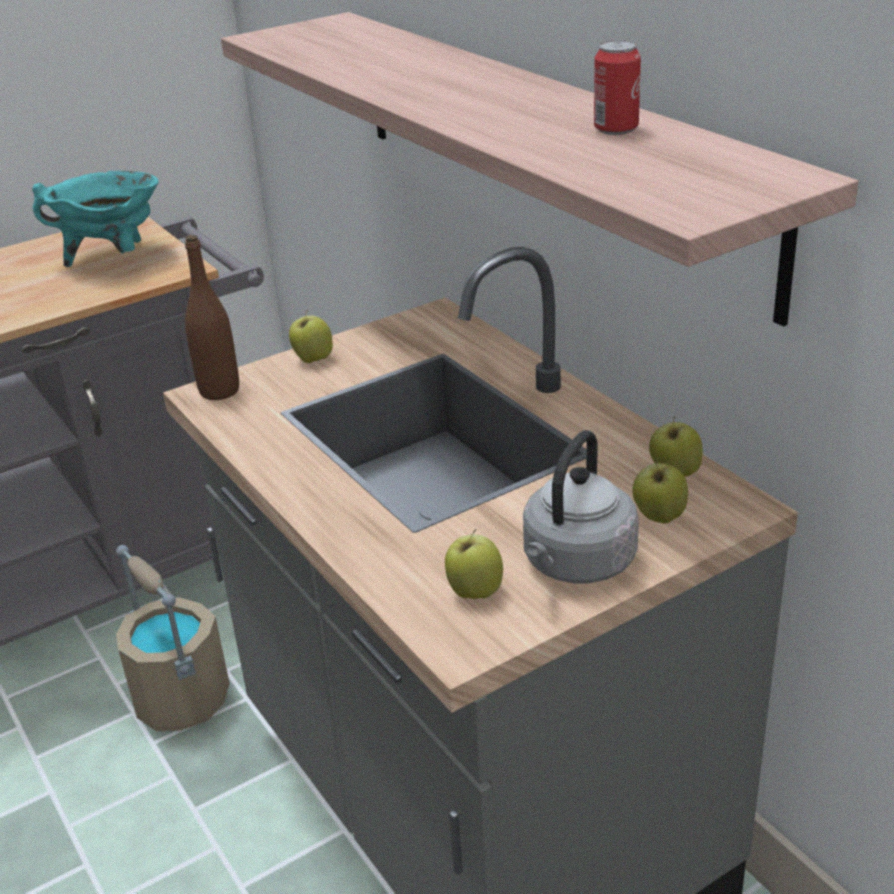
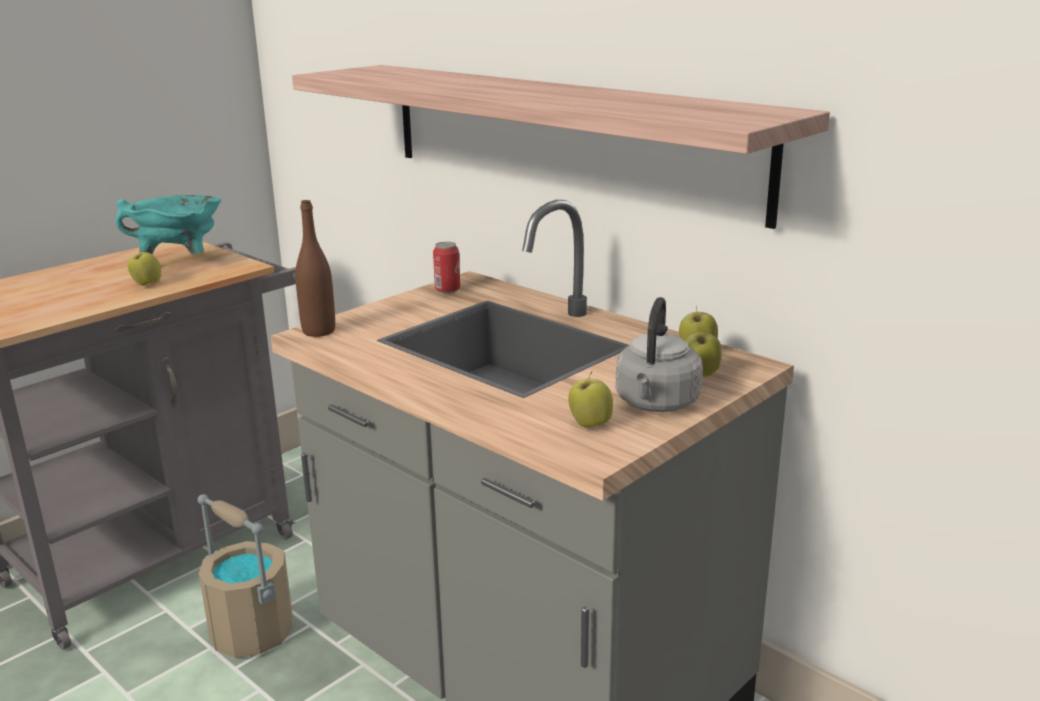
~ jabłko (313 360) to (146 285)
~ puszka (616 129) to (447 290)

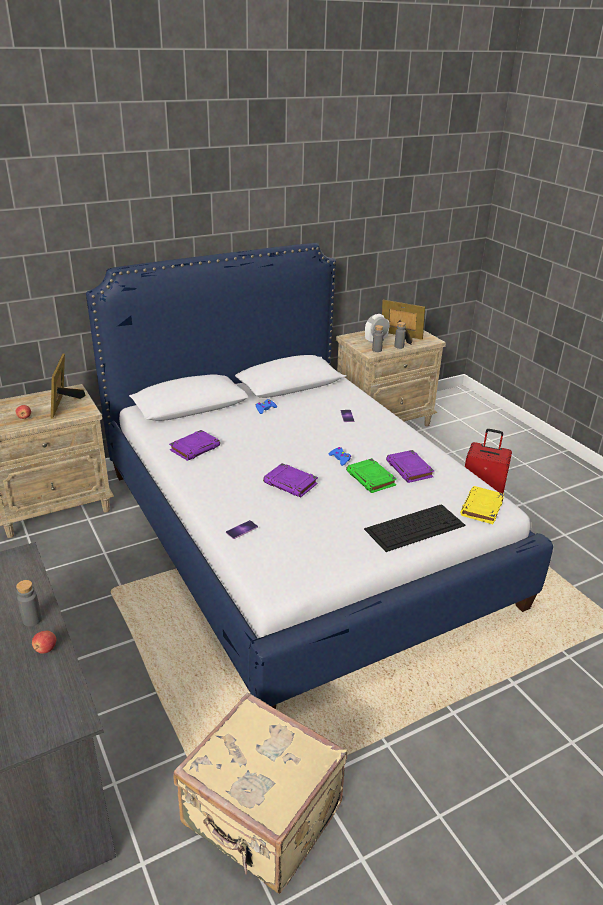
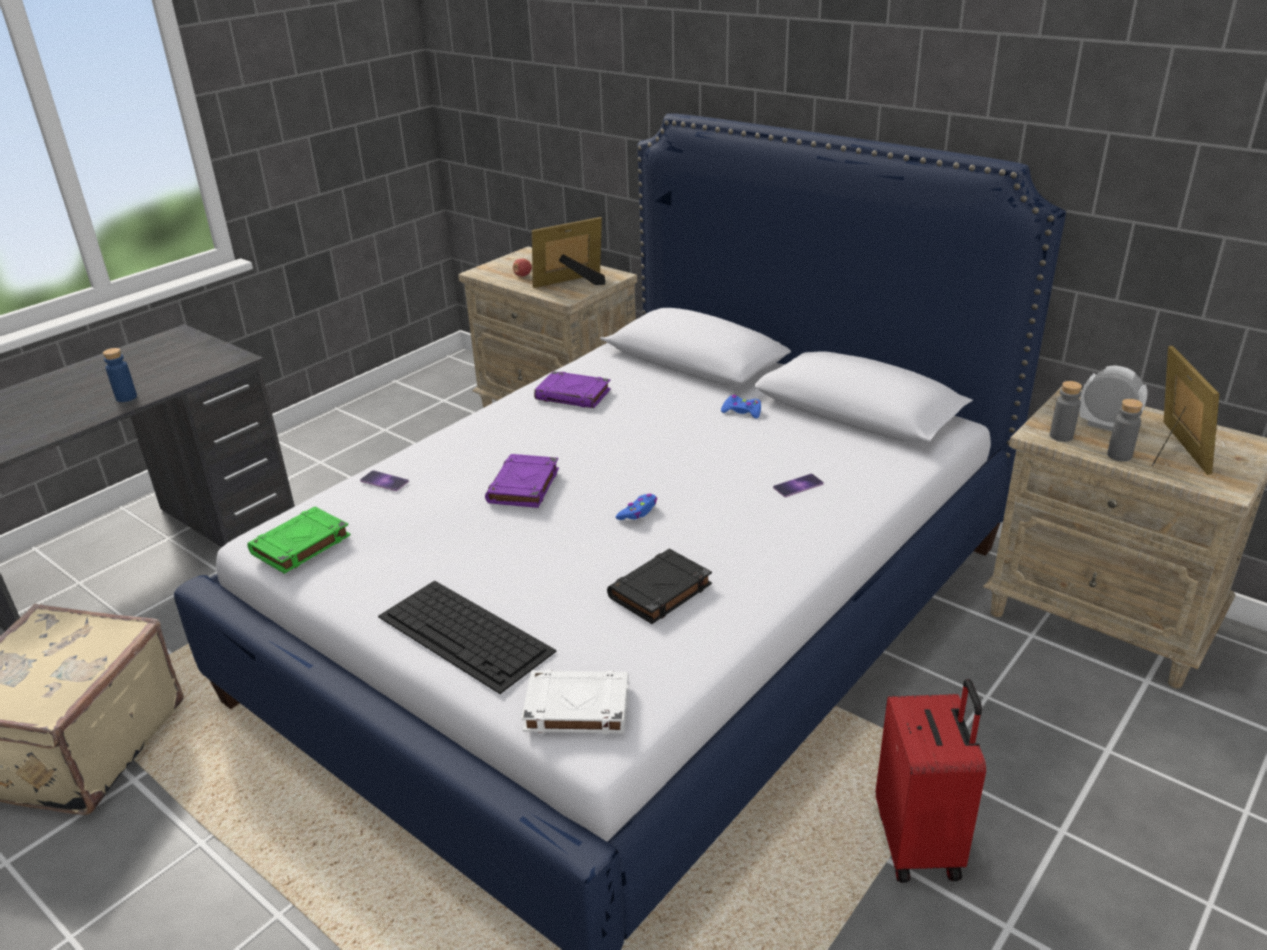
~ butelka/szary (32 620) to butelka/niebieski (126 397)
- jabłko (45 649)
~ książka/zielony (371 479) to (300 545)
~ książka/fioletowy (410 469) to książka/czarny (659 592)
~ książka/żółty (482 508) to książka/biały (575 707)

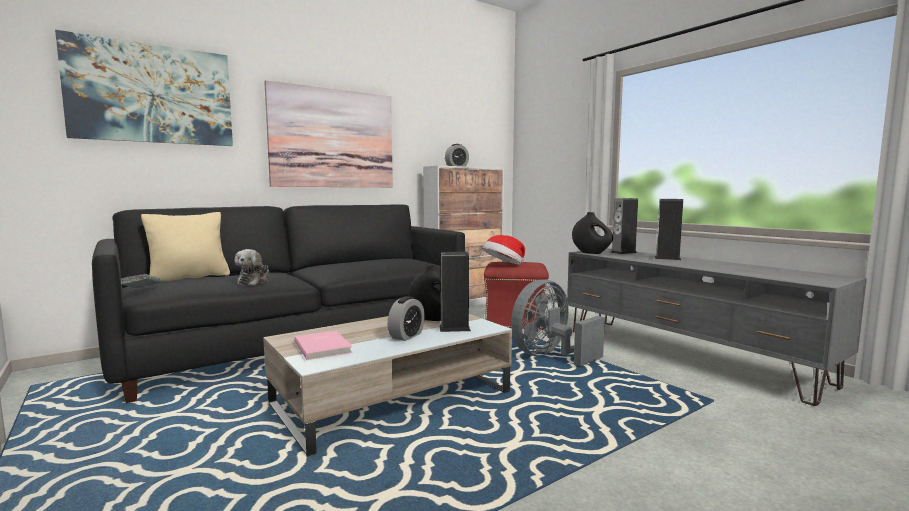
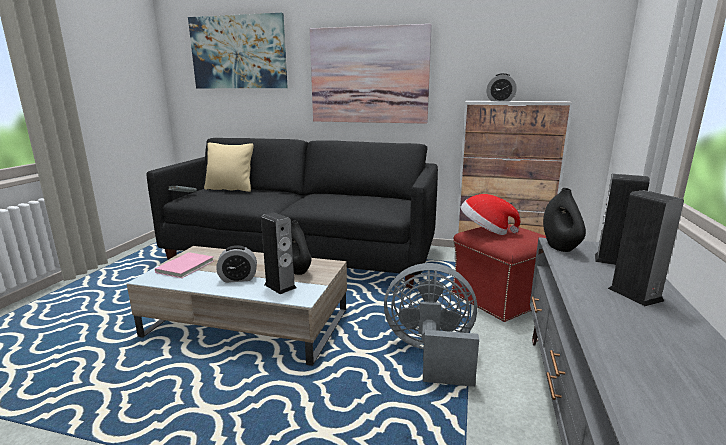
- pluszak (254 281)

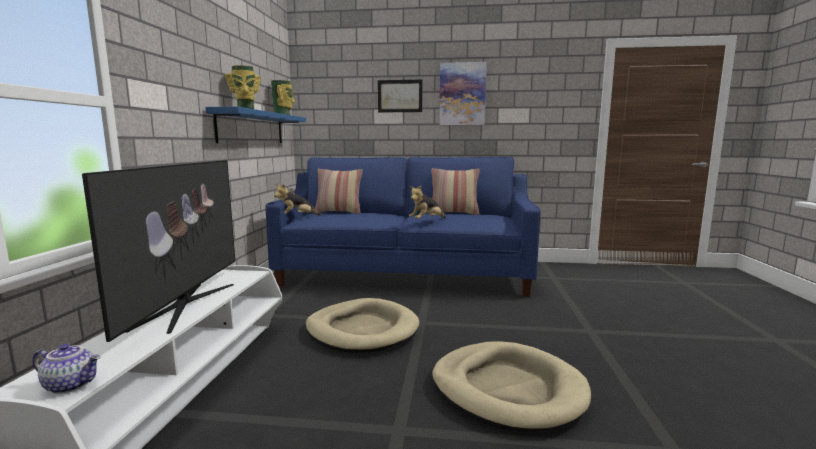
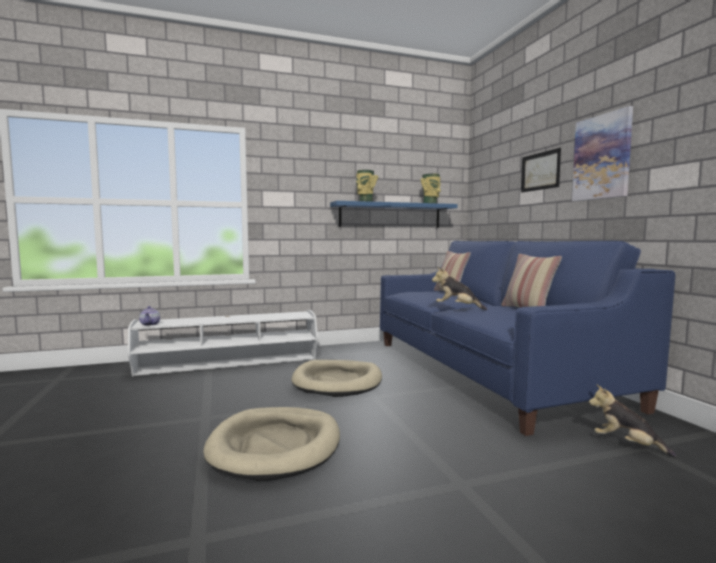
- telewizor (185 305)
~ pluszak (297 217) to (626 444)

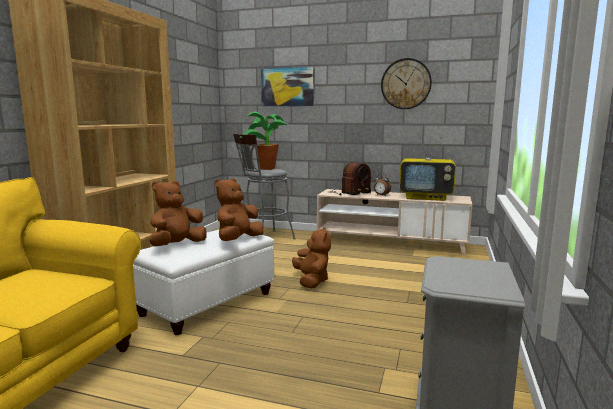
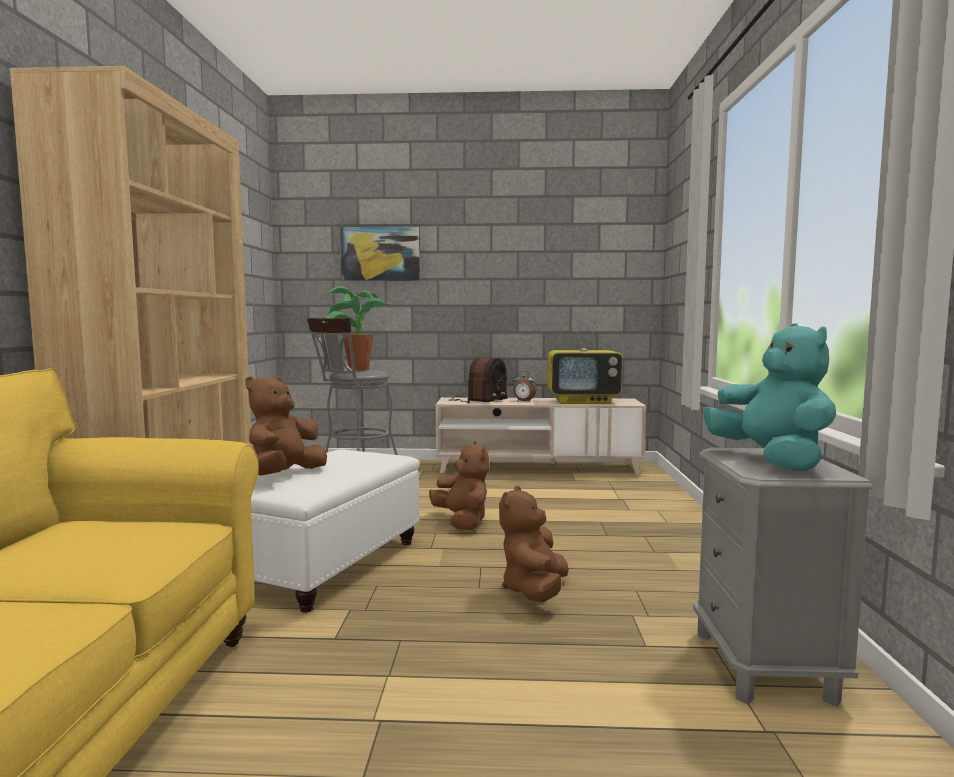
~ pluszak/brązowy (238 240) to (534 591)
- zegar ścienny (406 84)
+ pluszak/turkusowy (771 461)

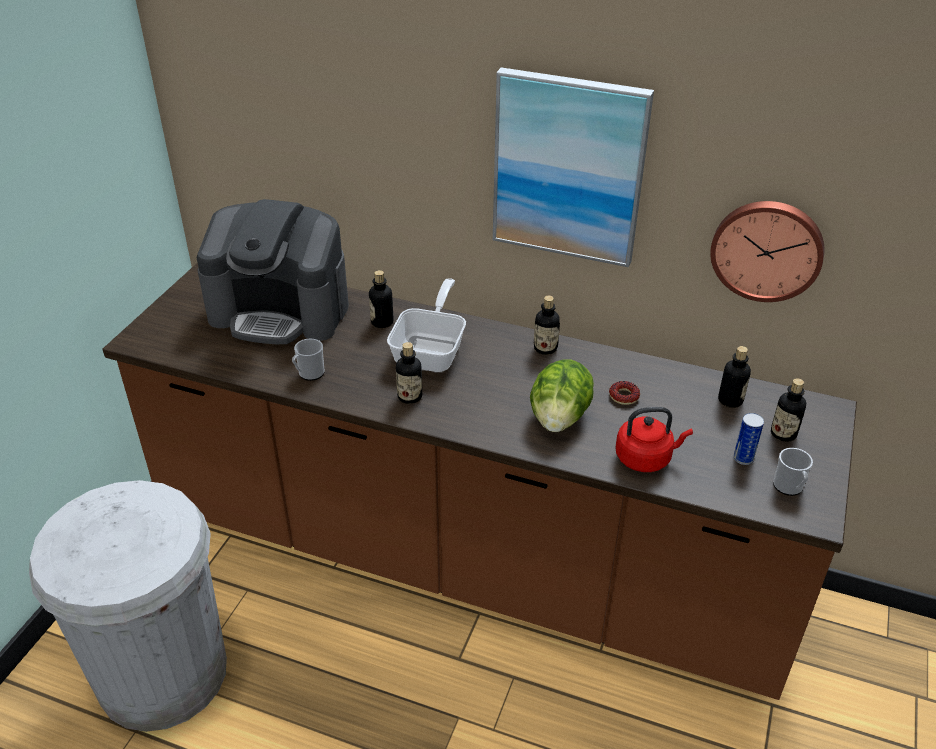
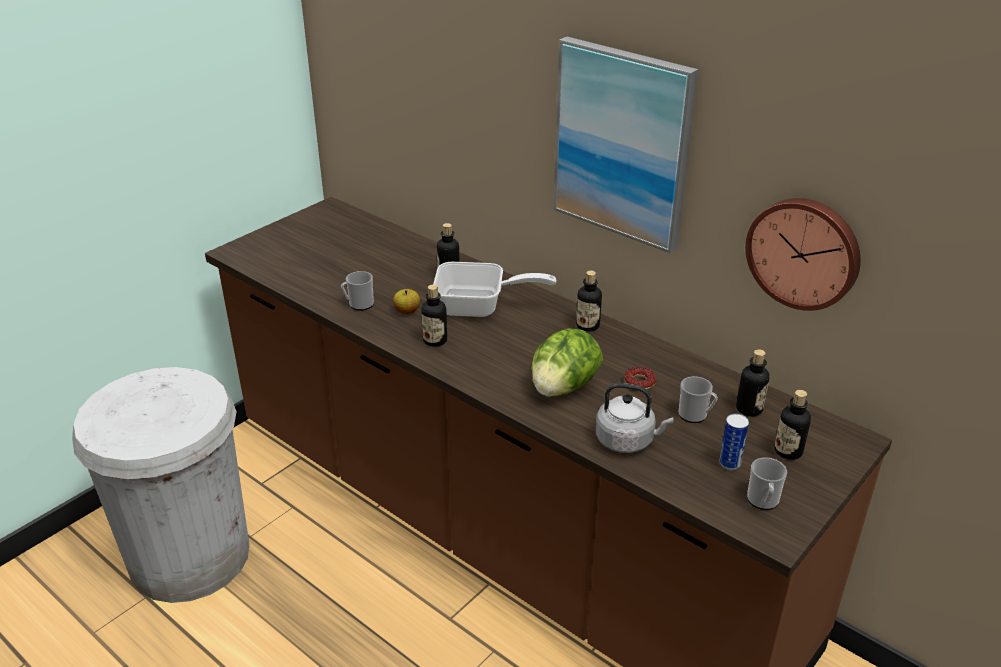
- ekspres do kawy (280 311)
~ patelnia (432 350) = (479 307) 60 degrees clockwise
~ czajnik/czerwony (646 458) to czajnik/szary (627 441)
+ jabłko (407 311)
+ kubek (695 415)

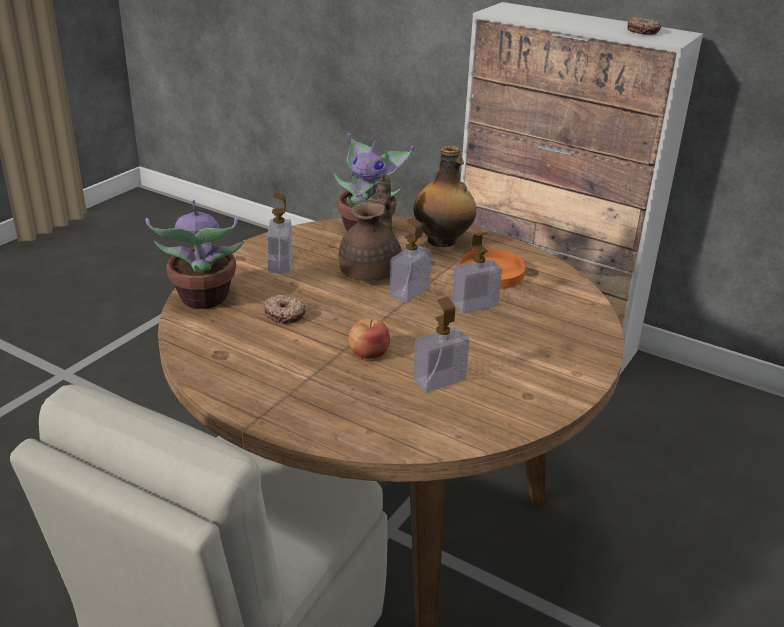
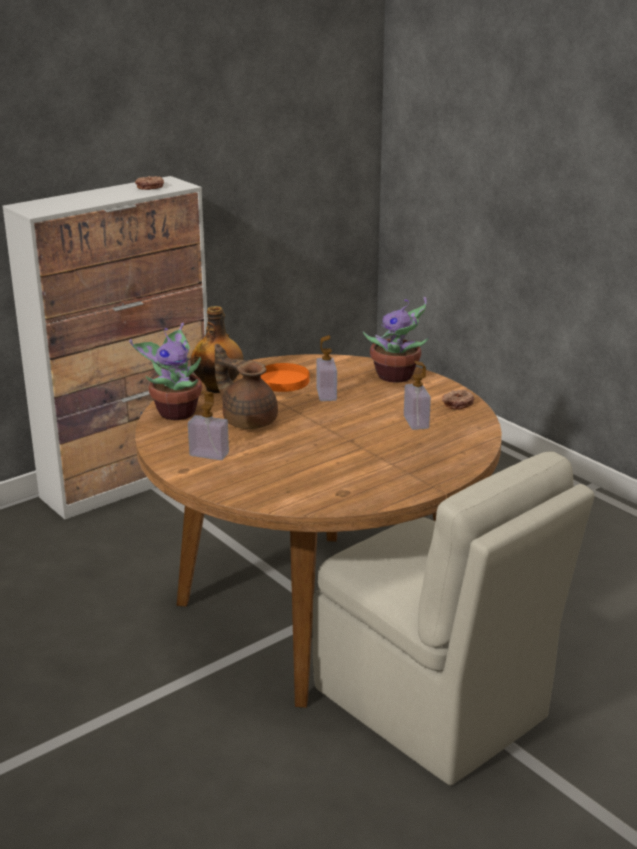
~ roślina doniczkowa (203 299) to (397 376)
~ donut (284 314) to (457 404)
- jabłko (368 353)
- dozownik mydła (409 292)

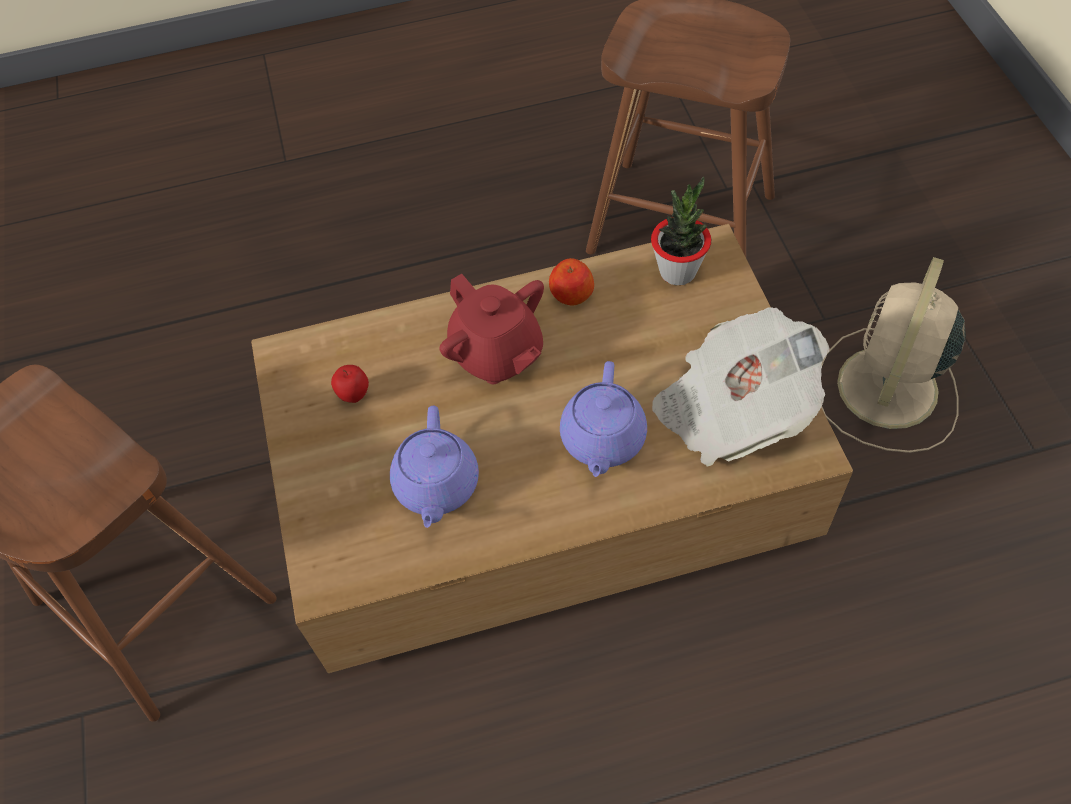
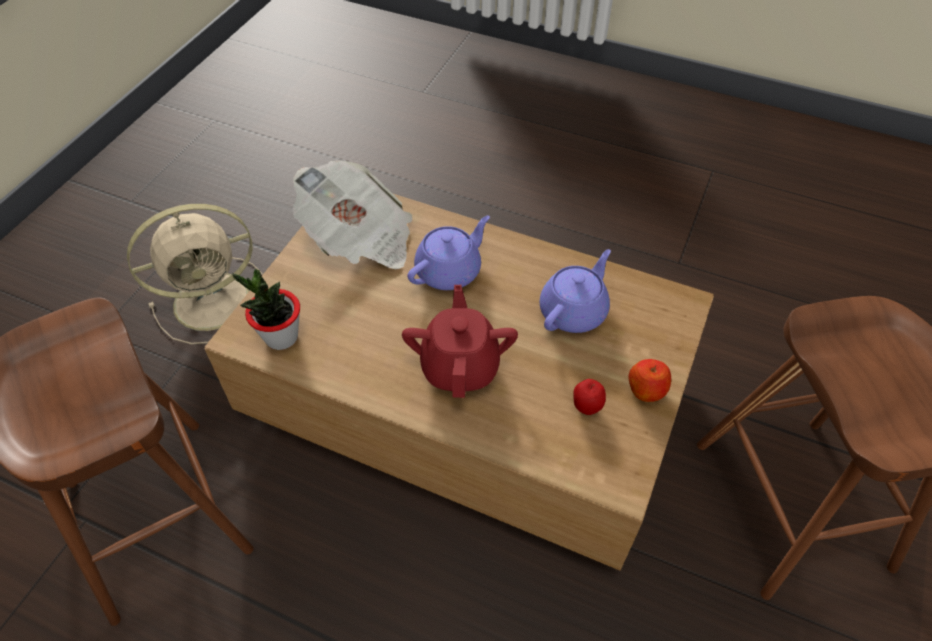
~ jabłko (571 294) to (646 389)

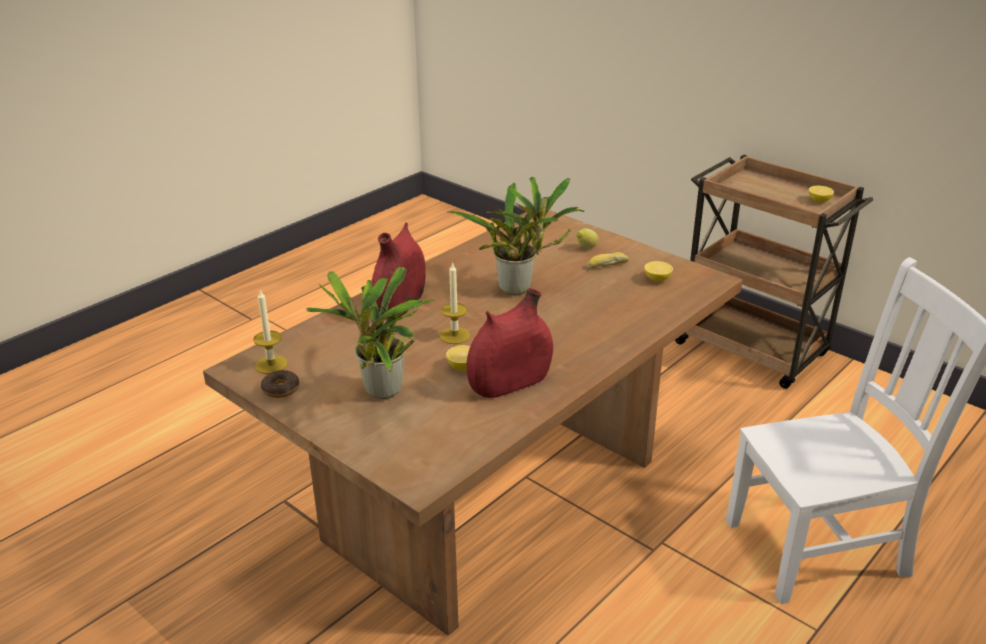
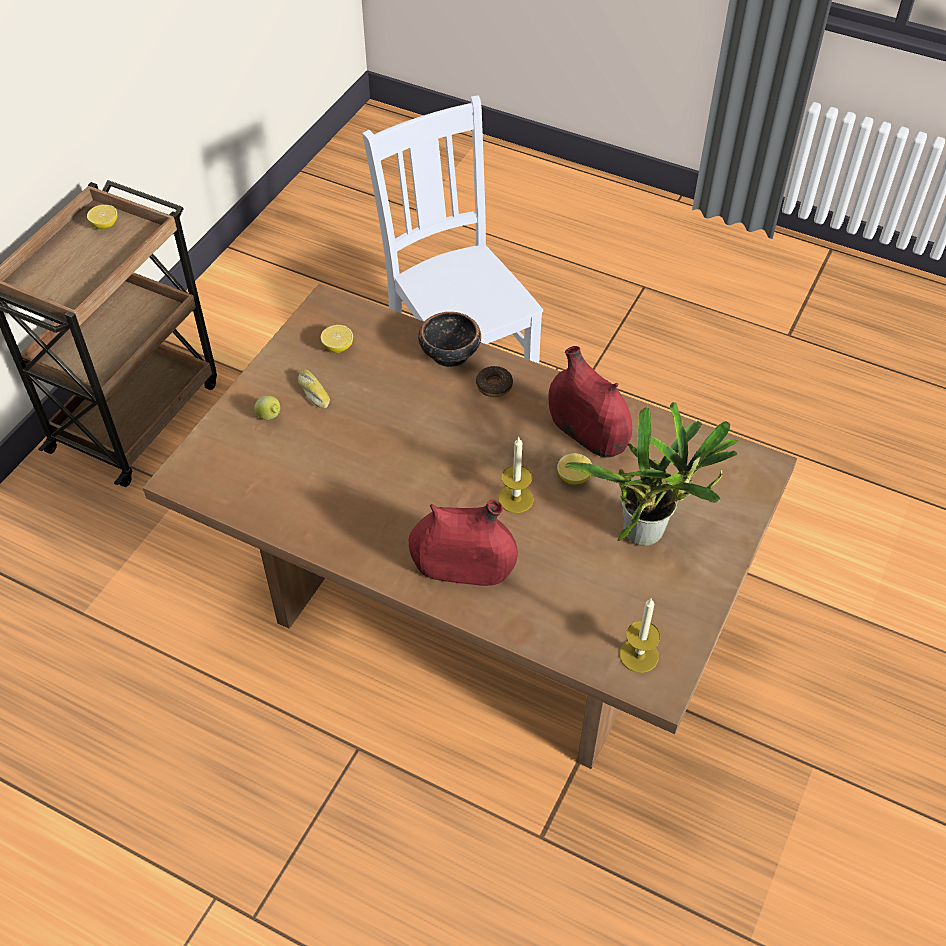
~ donut (281 389) to (494 386)
- roślina doniczkowa (519 289)
+ miska (449 354)

